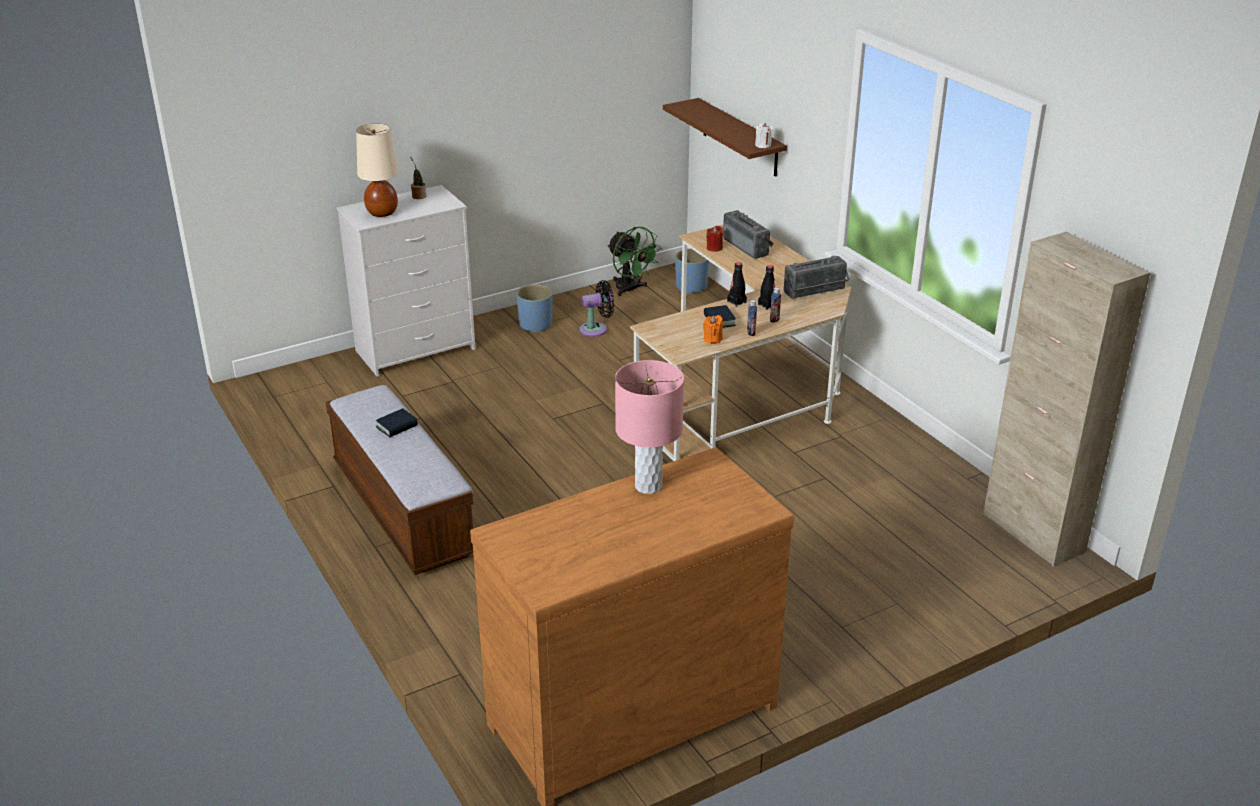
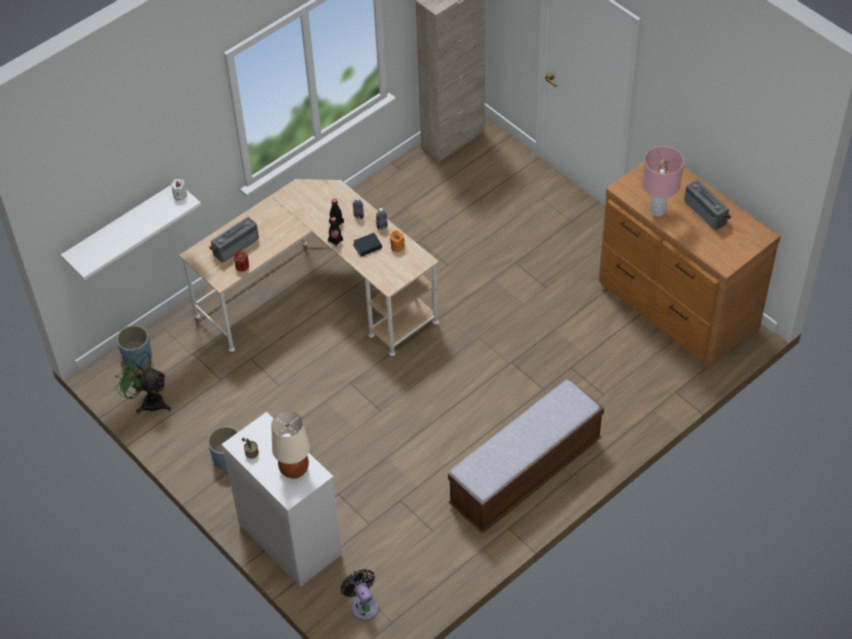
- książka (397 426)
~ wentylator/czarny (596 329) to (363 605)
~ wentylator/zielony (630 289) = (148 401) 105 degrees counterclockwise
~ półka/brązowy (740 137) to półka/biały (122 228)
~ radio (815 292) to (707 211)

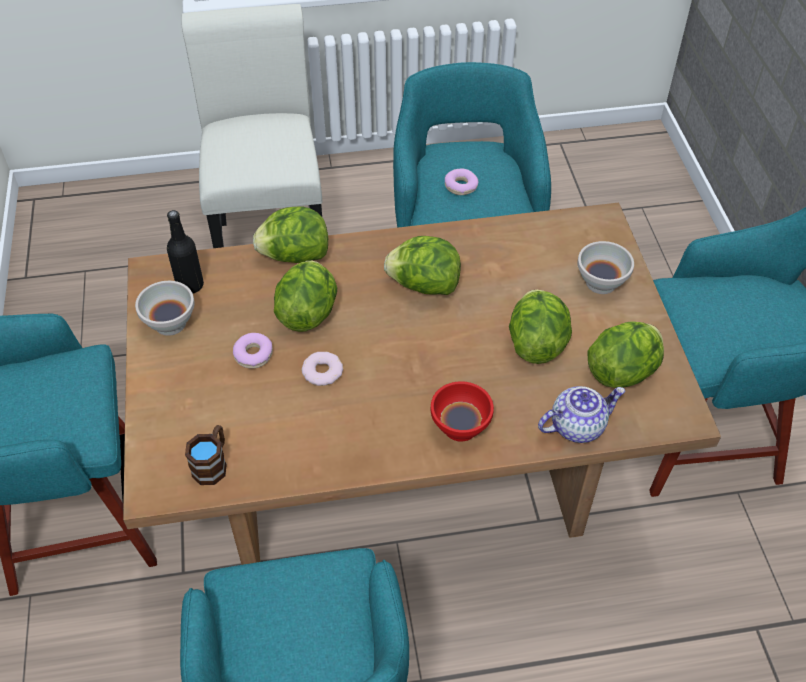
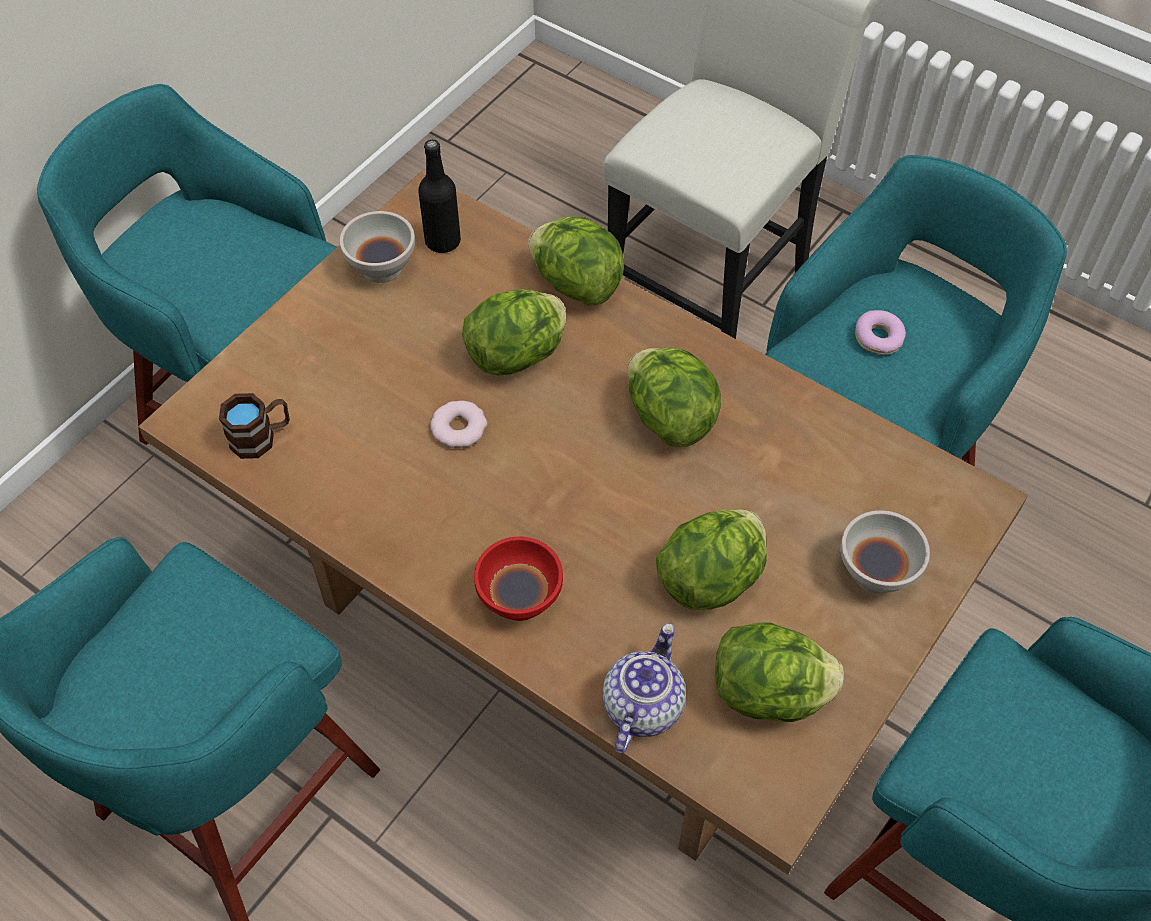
- donut (253 354)
~ imbryk (577 425) = (641 705) 90 degrees counterclockwise

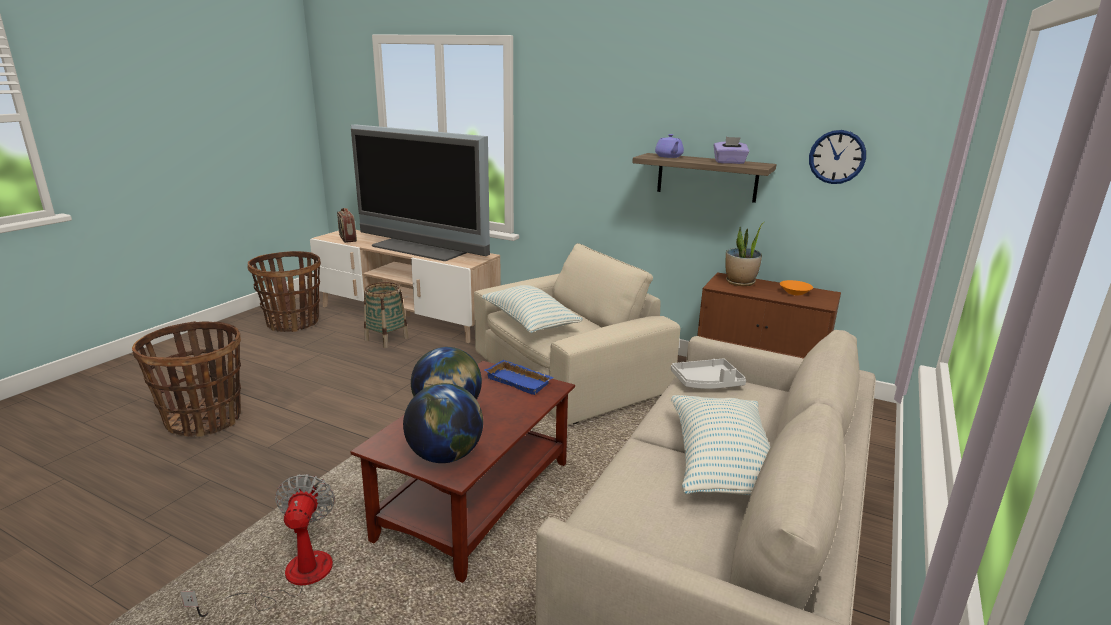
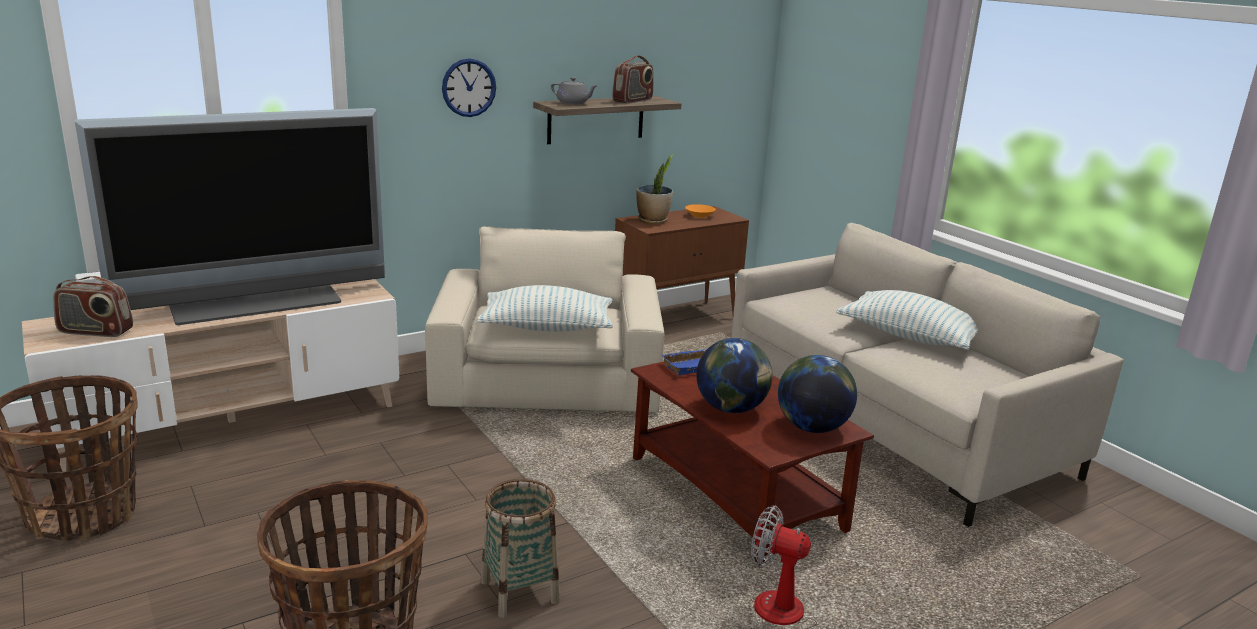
~ koszyk (386 339) to (519 591)
~ imbryk/fioletowy (669 157) to imbryk/szary (573 103)
- taca/szary (707 383)
~ pudełko chusteczek/fioletowy (729 162) to radio (633 100)
~ zegar ścienny (837 157) to (469 87)

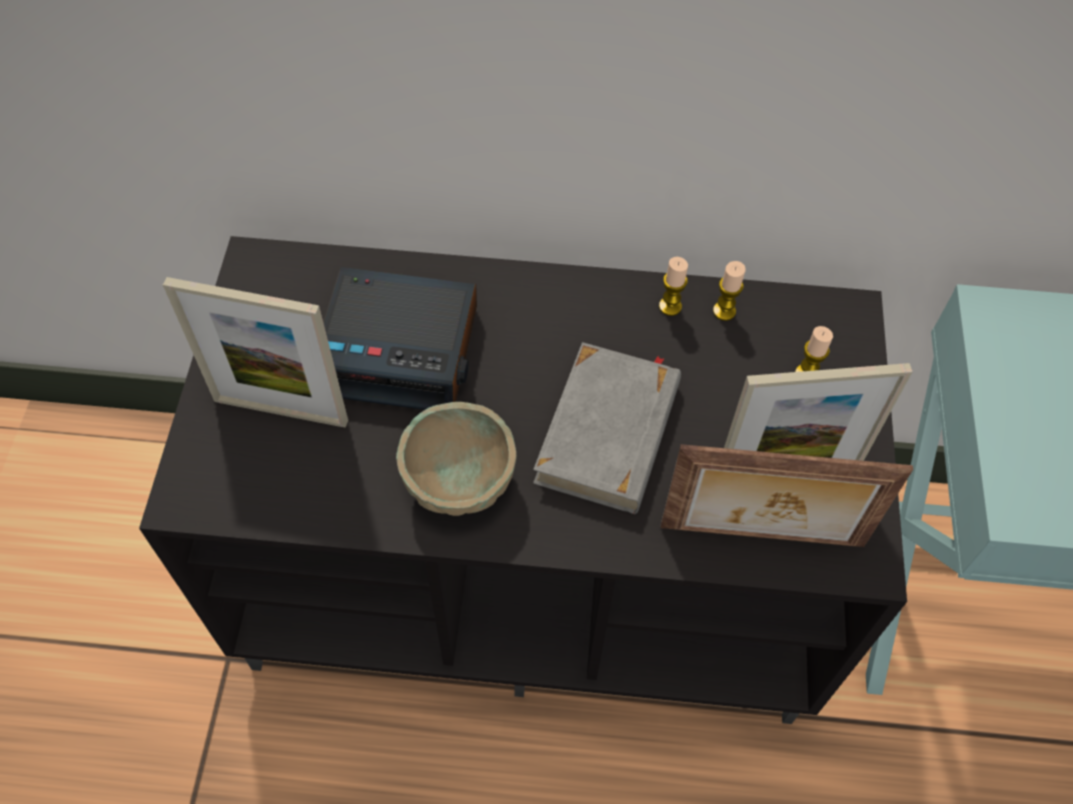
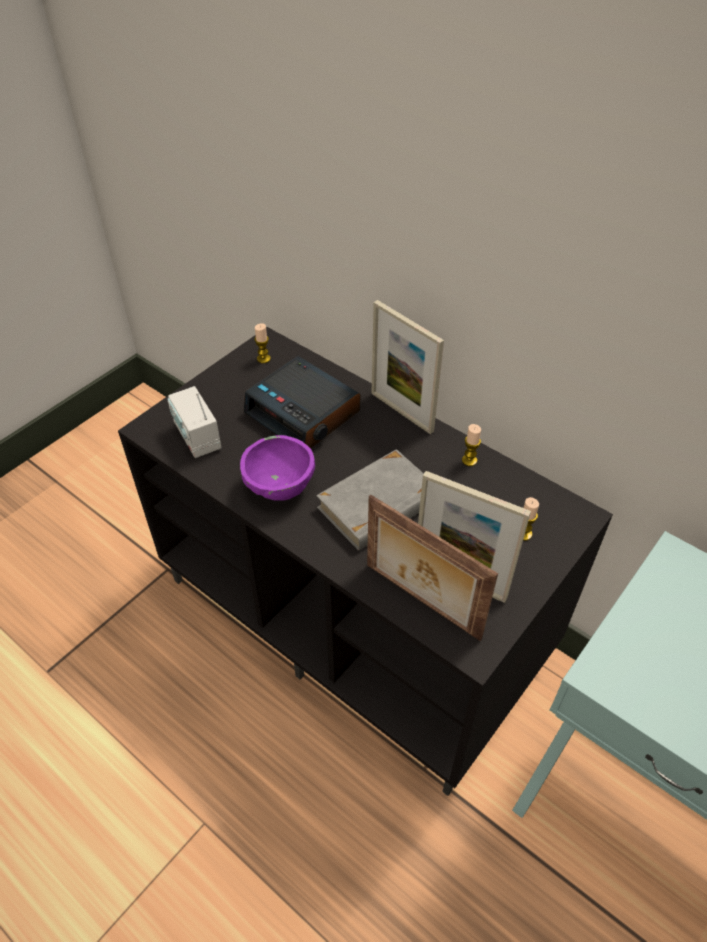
~ ramka na zdjęcie (281 411) to (401 412)
~ miska/beżowy (460 482) to miska/fioletowy (280 487)
~ świeca (724 311) to (263 359)
+ radio (197 438)

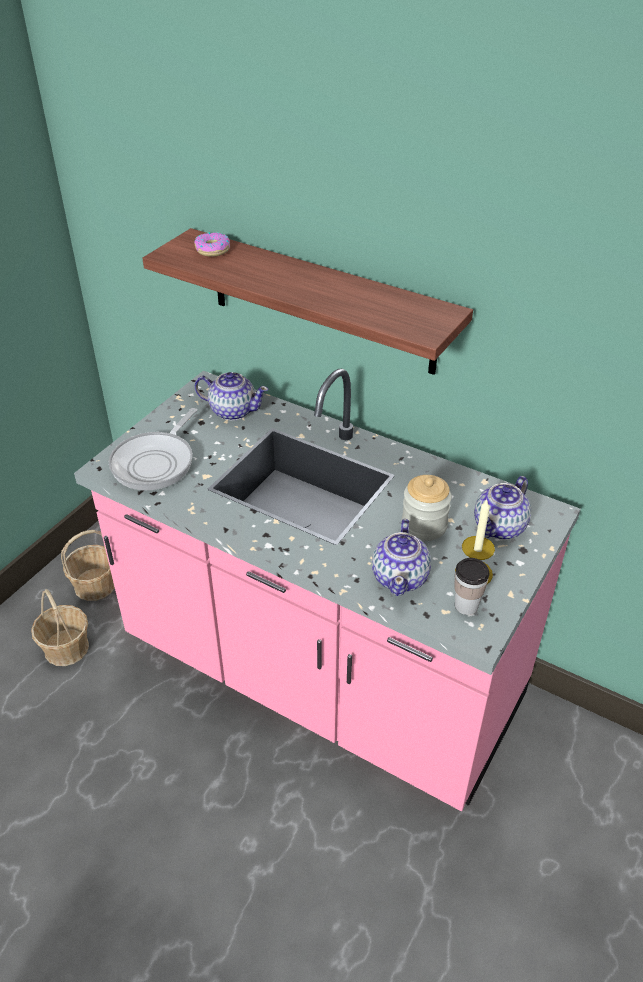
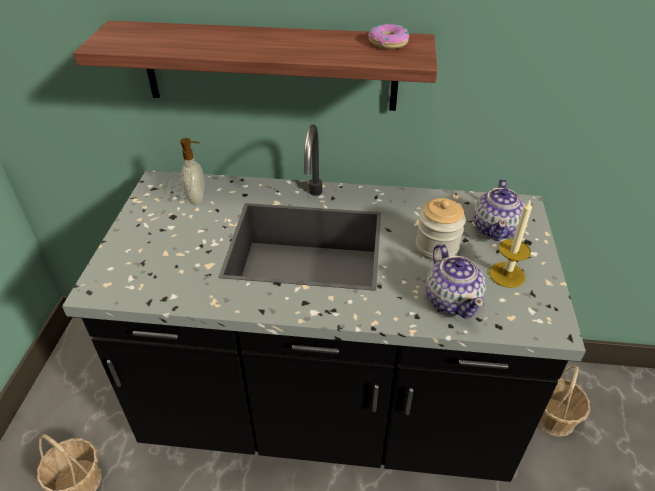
~ koszyk (95 585) to (554 417)
~ zabudowa kuchenna/różowy (321 674) to zabudowa kuchenna/czarny (327 409)
- patelnia (156 462)
~ donut (212 250) to (388 43)
~ imbryk (232 410) to dozownik mydła (197 198)
- filiżanka (466 606)

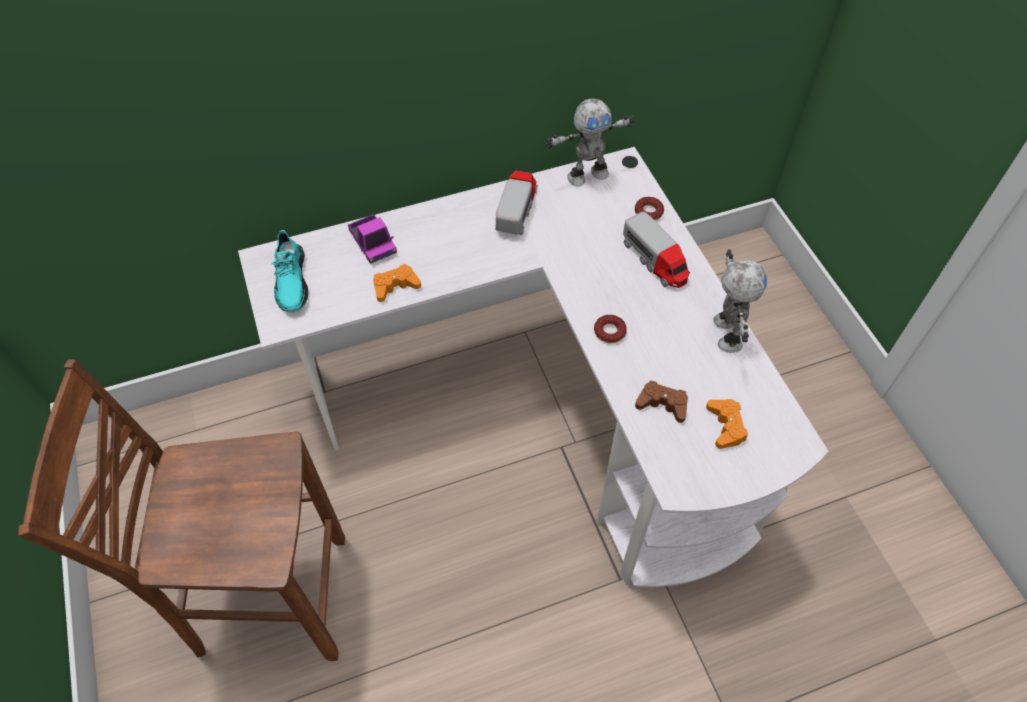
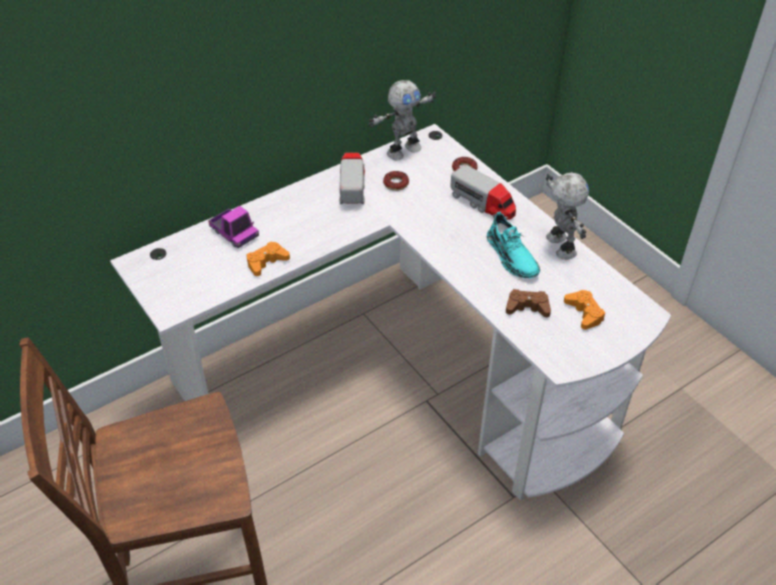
~ but/turkusowy (291 281) to (511 256)
~ donut (609 331) to (396 184)

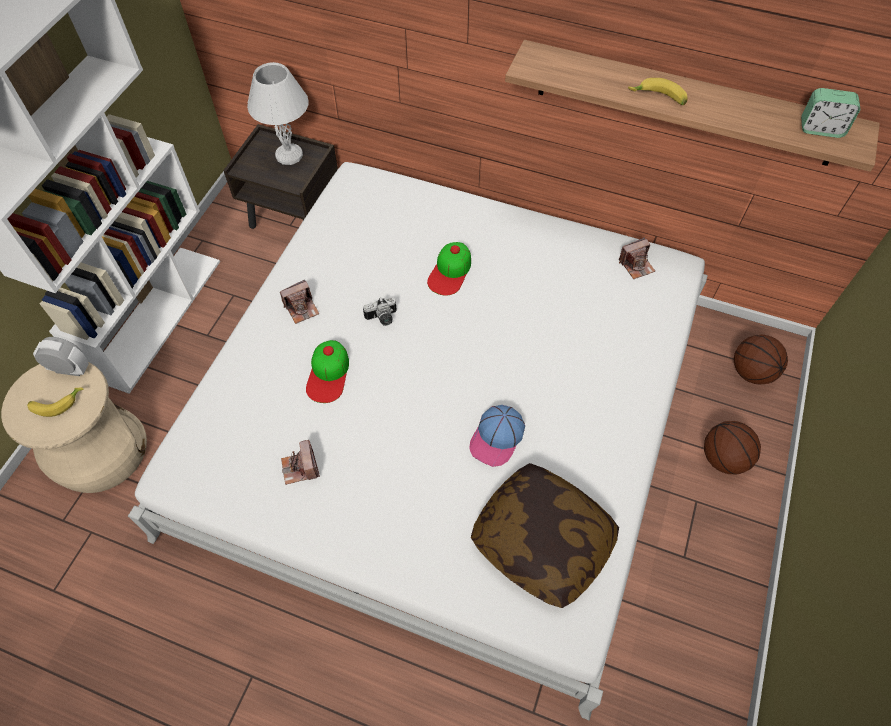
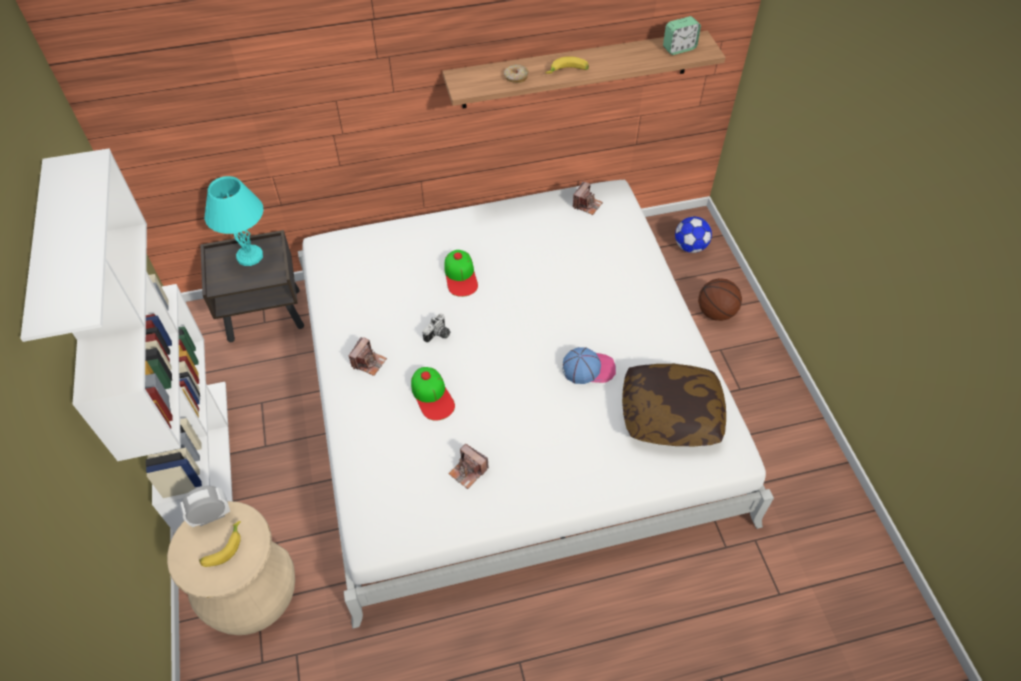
~ lampa stołowa/biały (290 154) to lampa stołowa/turkusowy (250 255)
~ czapka z daszkiem (497 438) = (588 368) 90 degrees counterclockwise
~ piłka do koszykówki (751 371) to piłka futbolowa (690 247)
+ donut (515 77)

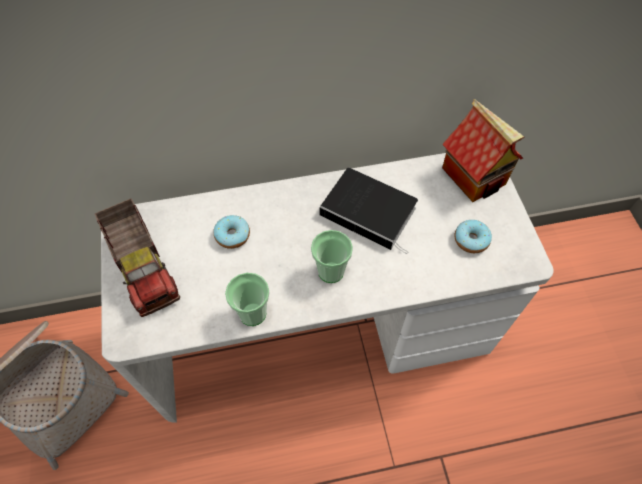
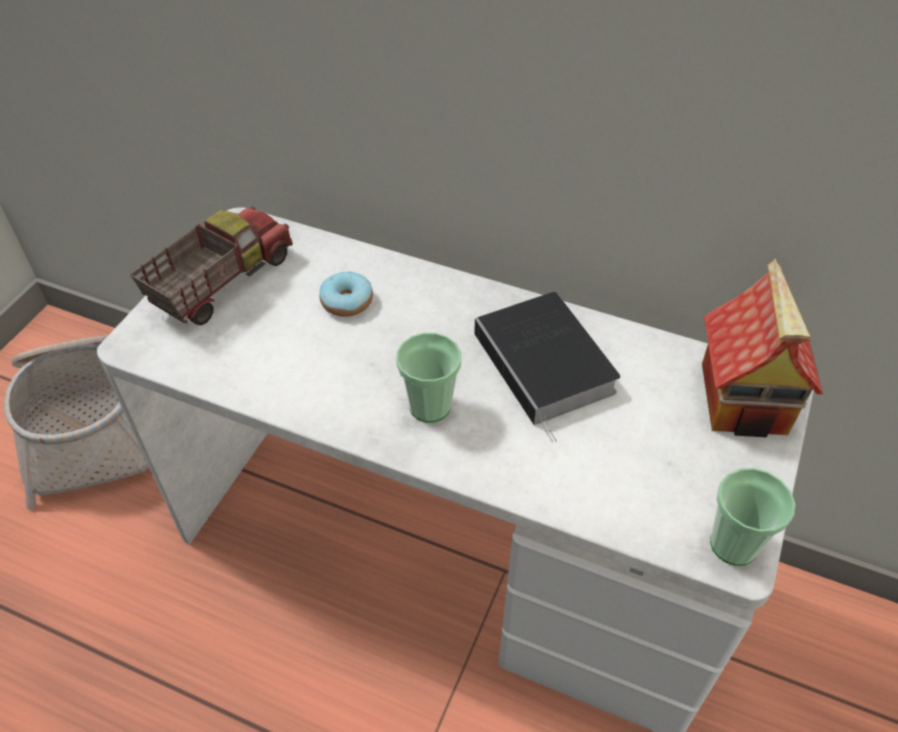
~ ciężarówka zabawkowa (144 267) = (221 283) 150 degrees counterclockwise
~ filiżanka (252 313) to (733 544)
- donut (471 240)

